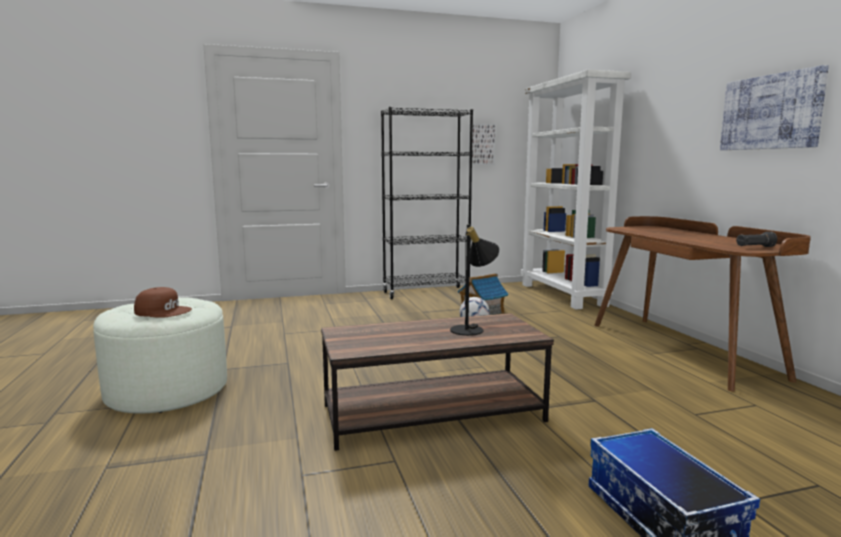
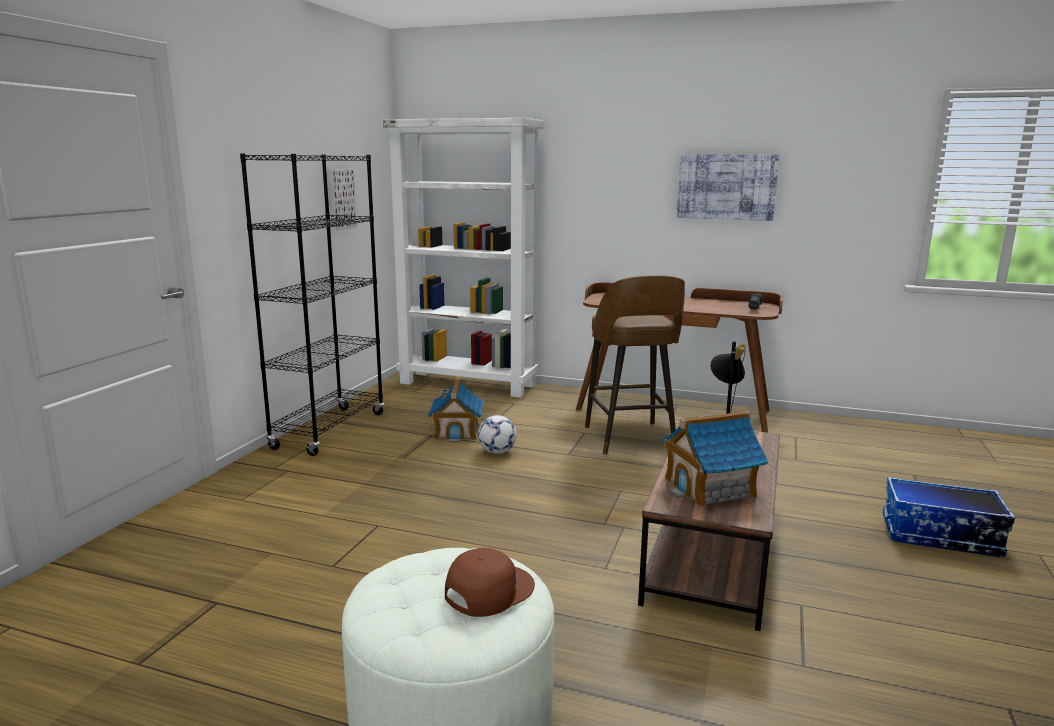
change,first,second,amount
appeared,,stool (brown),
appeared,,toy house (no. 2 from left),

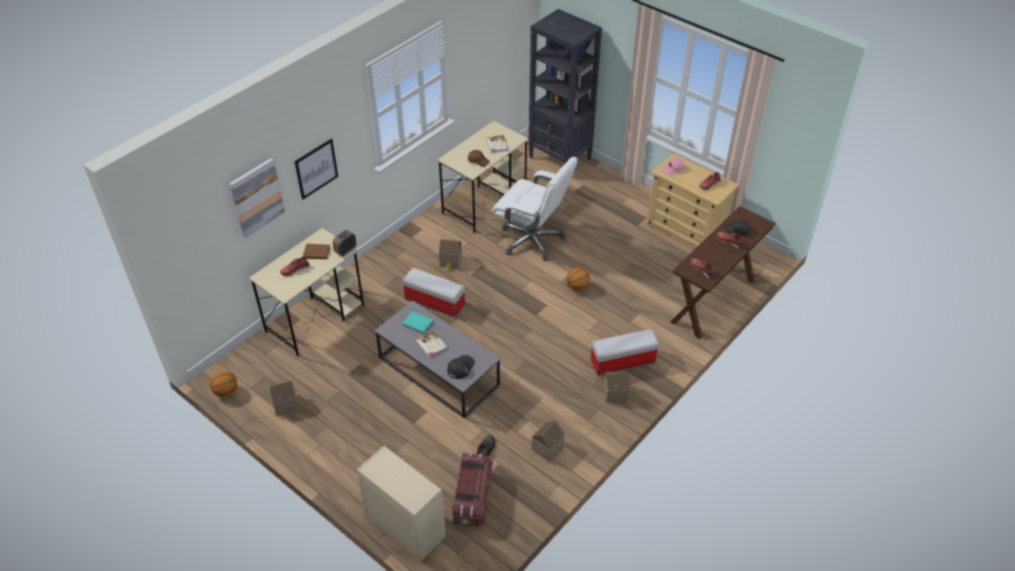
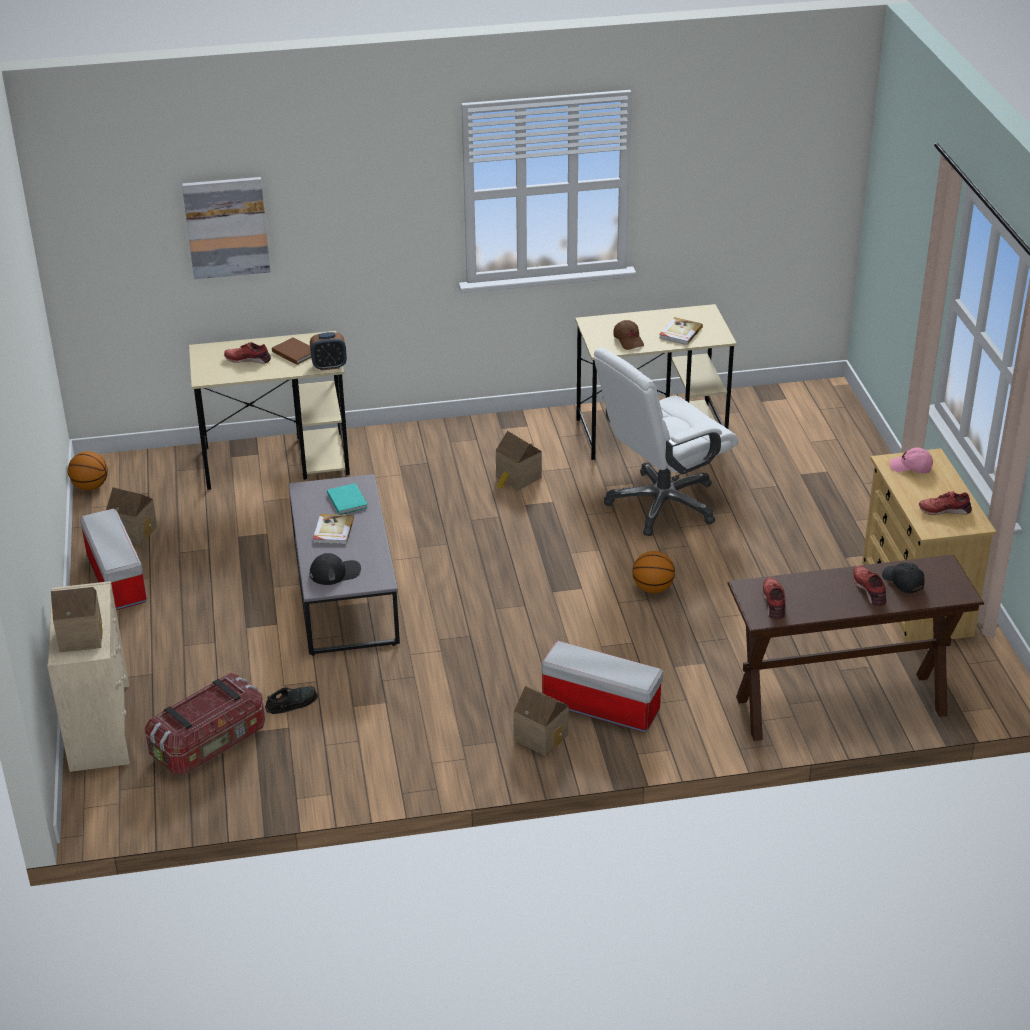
change,first,second,amount
missing,bookcase (black),,
missing,picture (no. 2 from left),,
spun,office chair (white),,75 degrees clockwise
relocated,storage box (no. 1 from left),,
relocated,toy house (no. 3 from left in the first image),toy house (no. 1 from left),

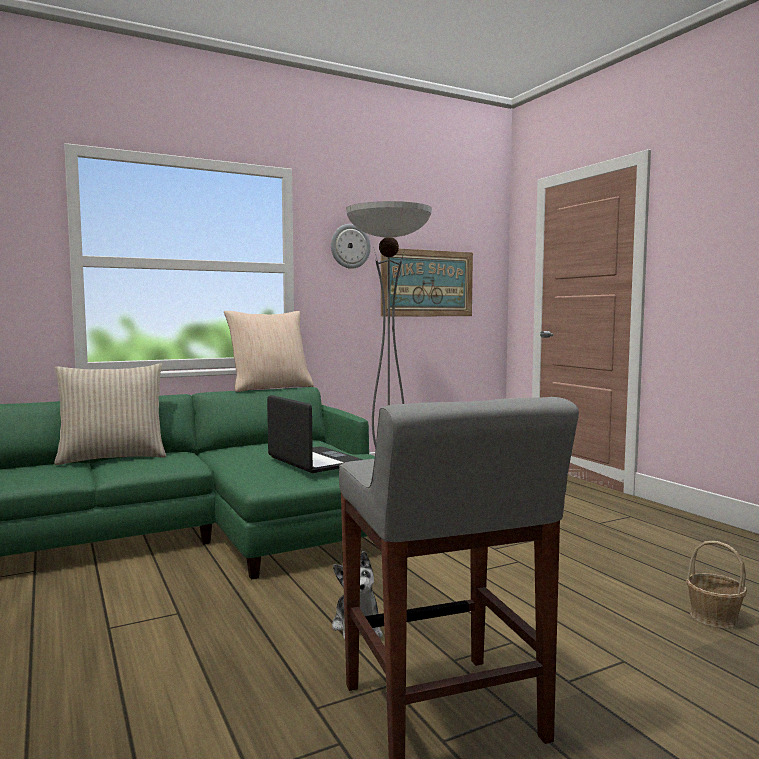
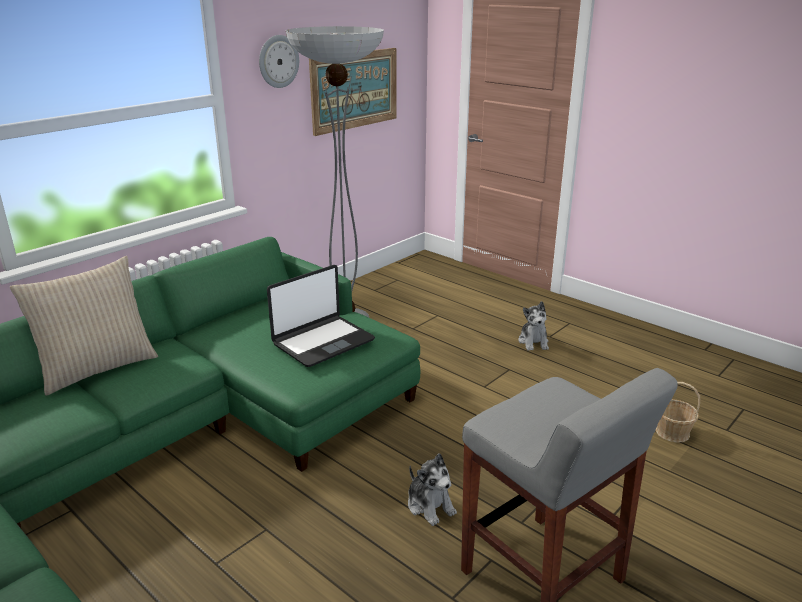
change,first,second,amount
missing,pillow (beige) (no. 2 from left),,
spun,laptop,,105 degrees clockwise
appeared,,plush toy (no. 2 from left),

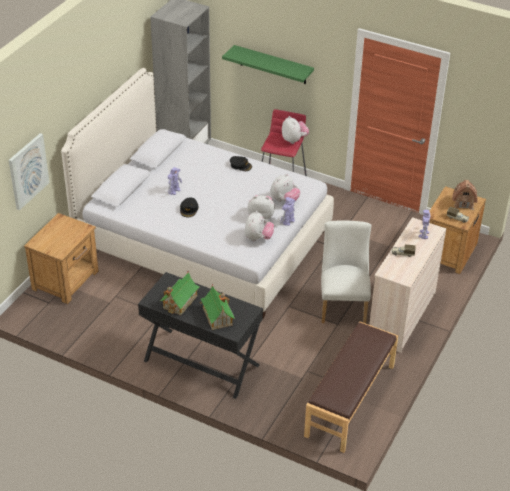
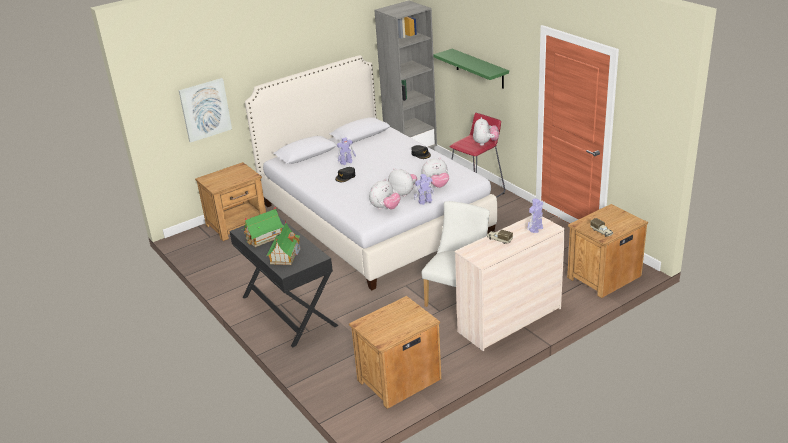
change,first,second,amount
missing,toy house (no. 3 from left),,
exchanged,bench (brown),nightstand (brown) (no. 2 from left),

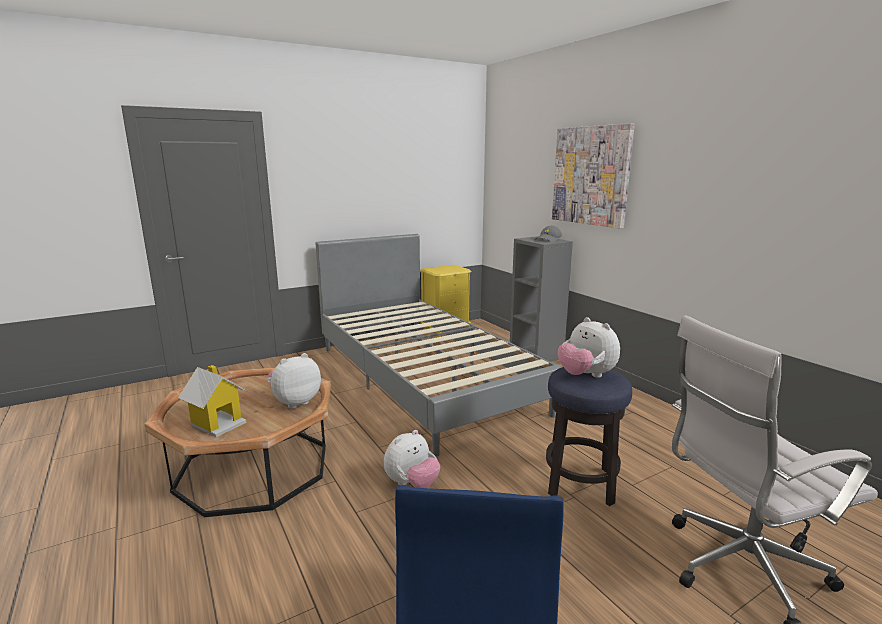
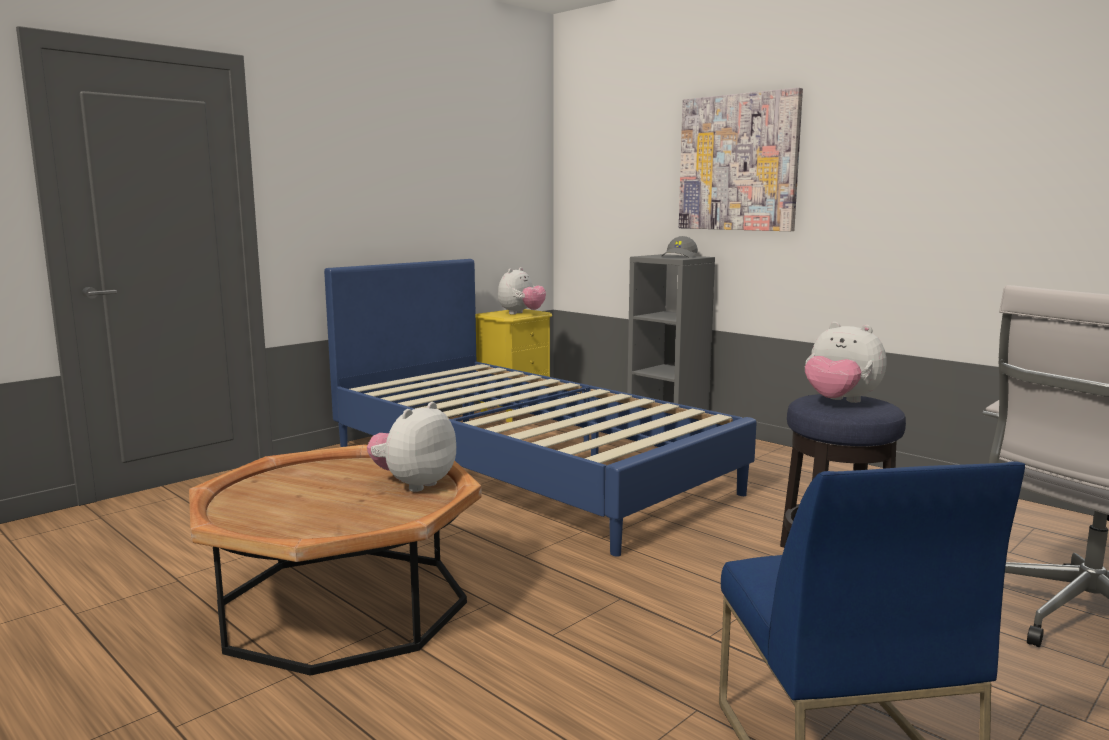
change,first,second,amount
colour,bed (grey),bed (blue),
missing,toy house,,
relocated,plush toy (no. 2 from left),,

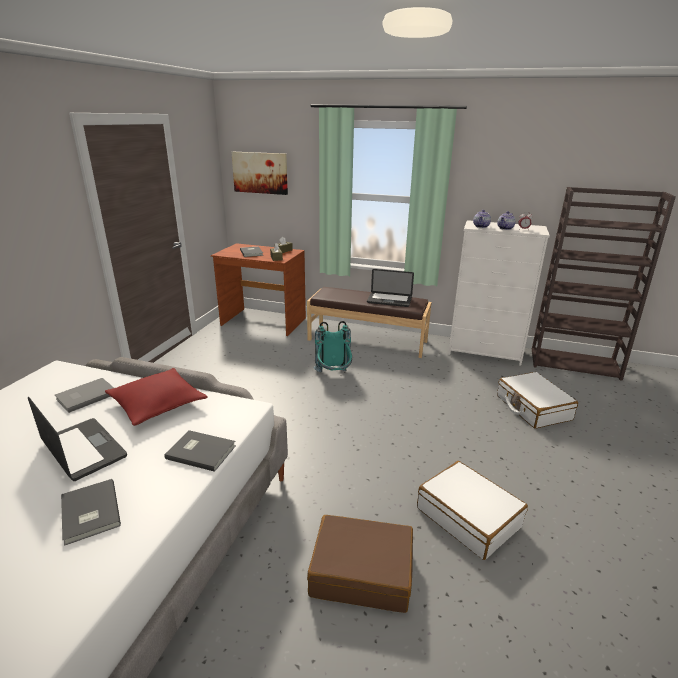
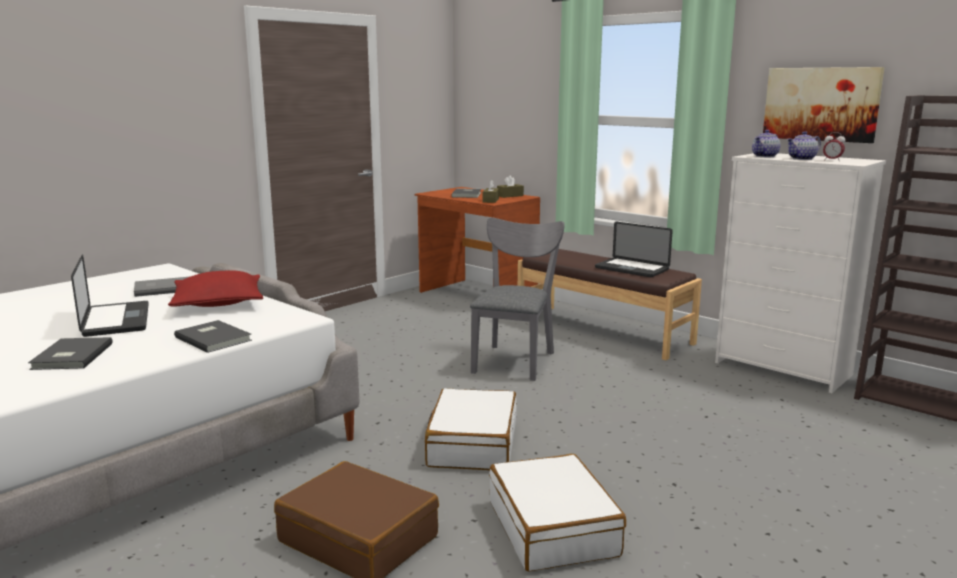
change,first,second,amount
relocated,picture,,
exchanged,backpack (turquoise),chair (grey),
relocated,suitcase (white) (no. 2 from left in the first image),suitcase (white) (no. 1 from left),

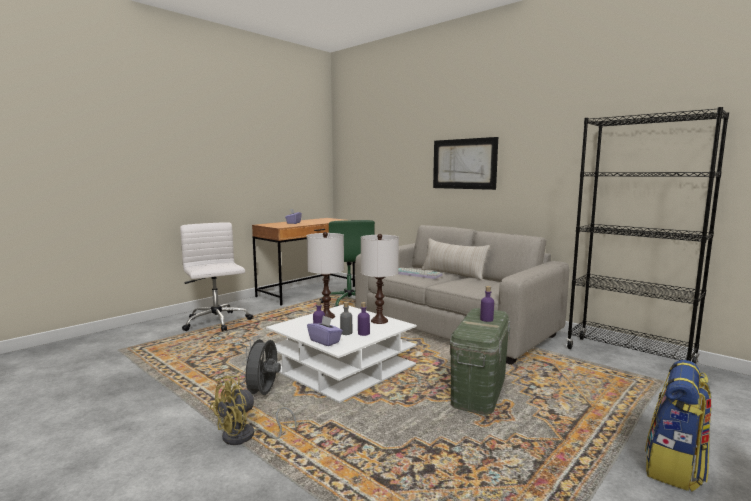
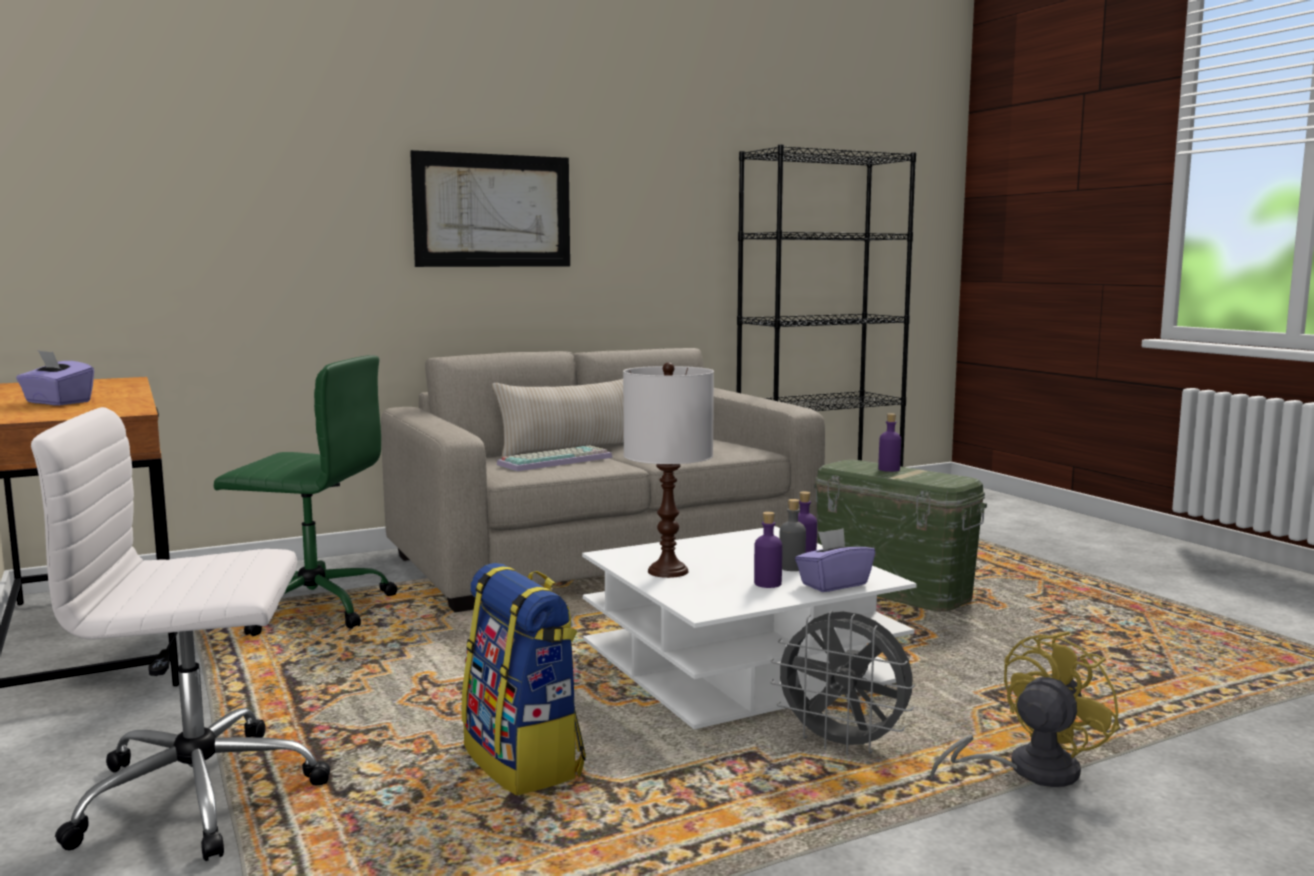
change,first,second,amount
missing,table lamp (white) (no. 2 from left),,
relocated,backpack,,
spun,fan (yellow),,105 degrees counterclockwise

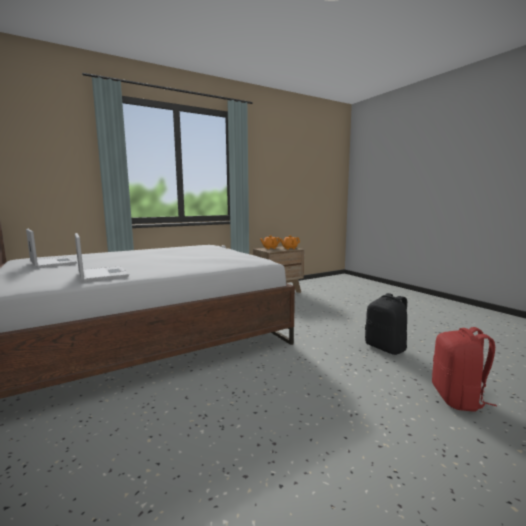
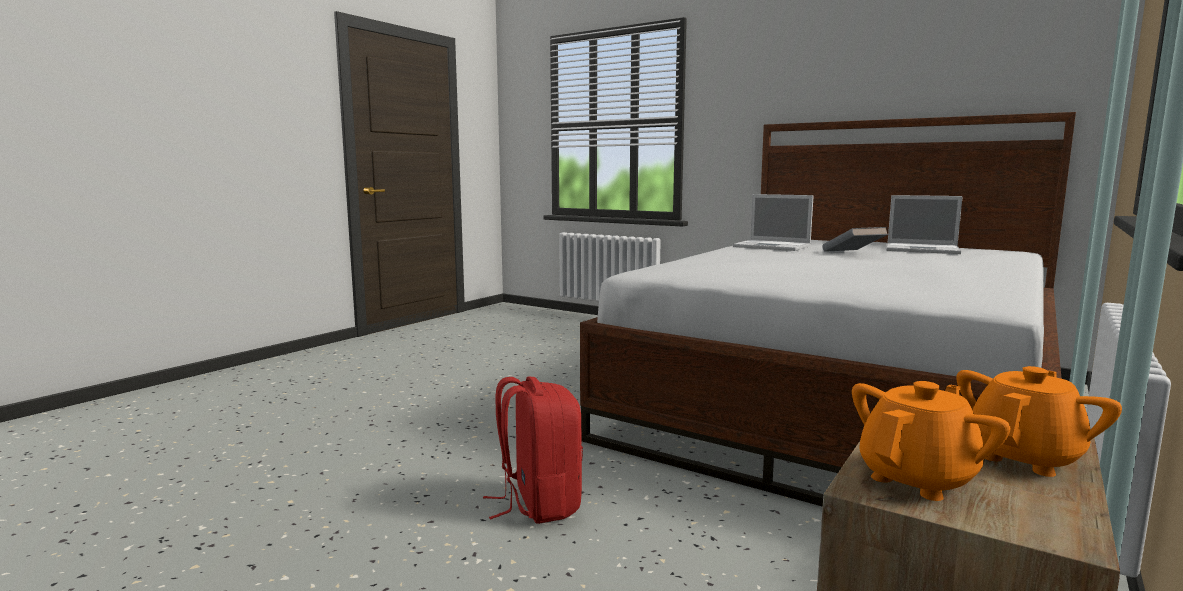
change,first,second,amount
missing,backpack (black),,
relocated,backpack (red),,
appeared,,book (grey),

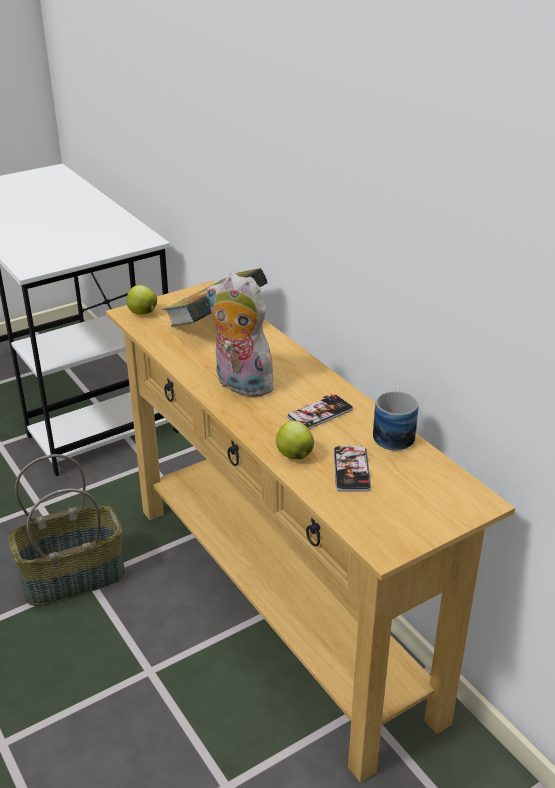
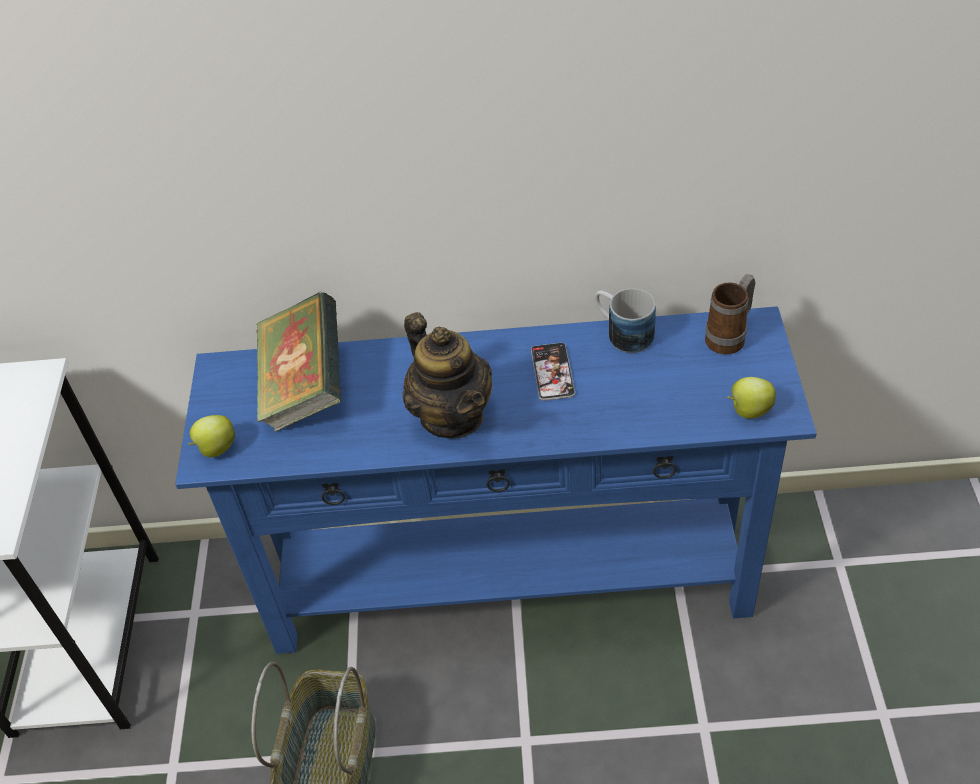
change,first,second,amount
exchanged,plush toy,teapot,
colour,console table (beige),console table (blue),
relocated,apple (no. 2 from left),,
missing,phone (no. 2 from left),,
appeared,,mug (no. 2 from left),

